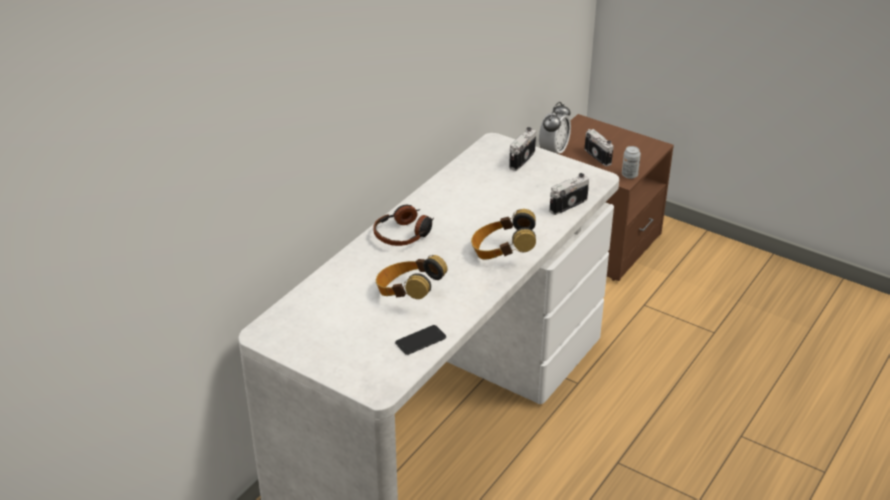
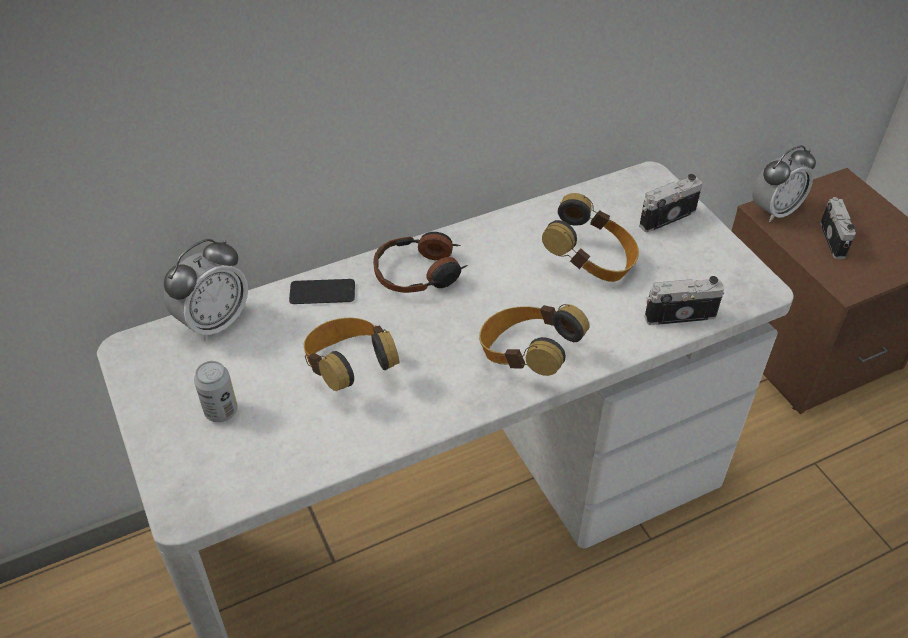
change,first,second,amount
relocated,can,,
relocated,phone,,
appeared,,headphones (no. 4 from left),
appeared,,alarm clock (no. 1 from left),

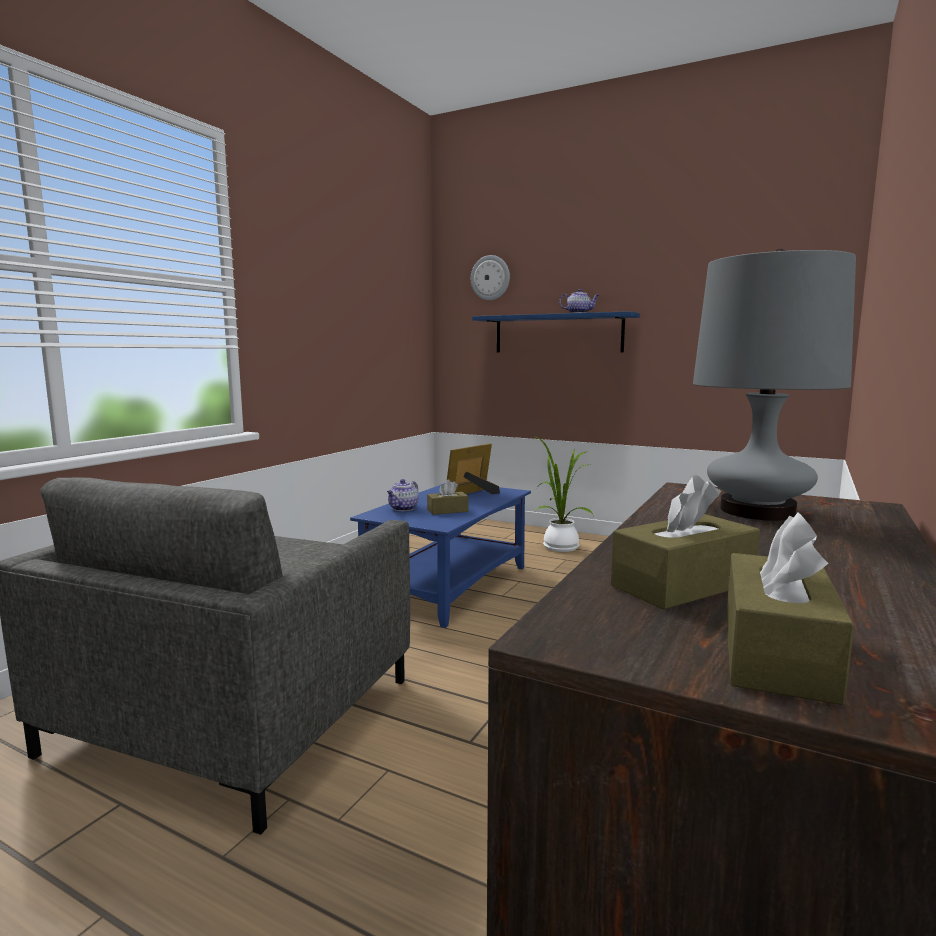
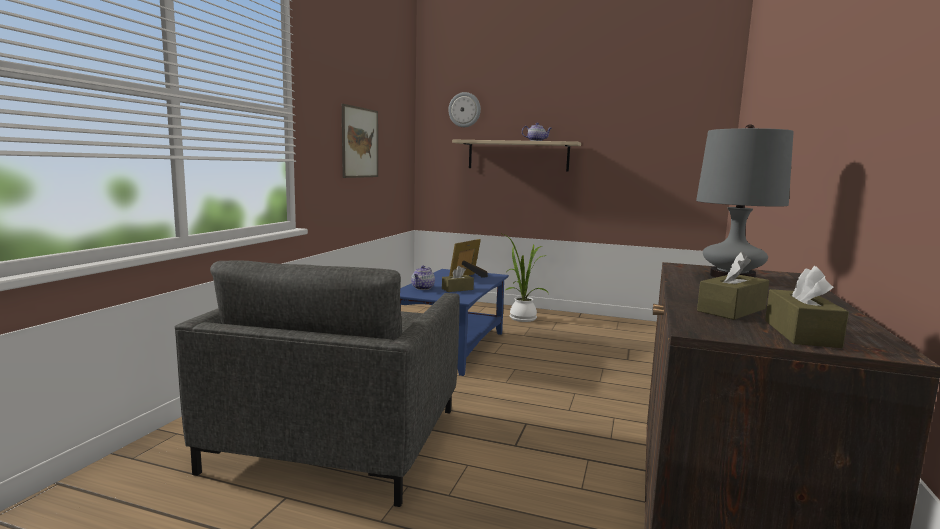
change,first,second,amount
colour,shelf (blue),shelf (beige),
appeared,,picture,

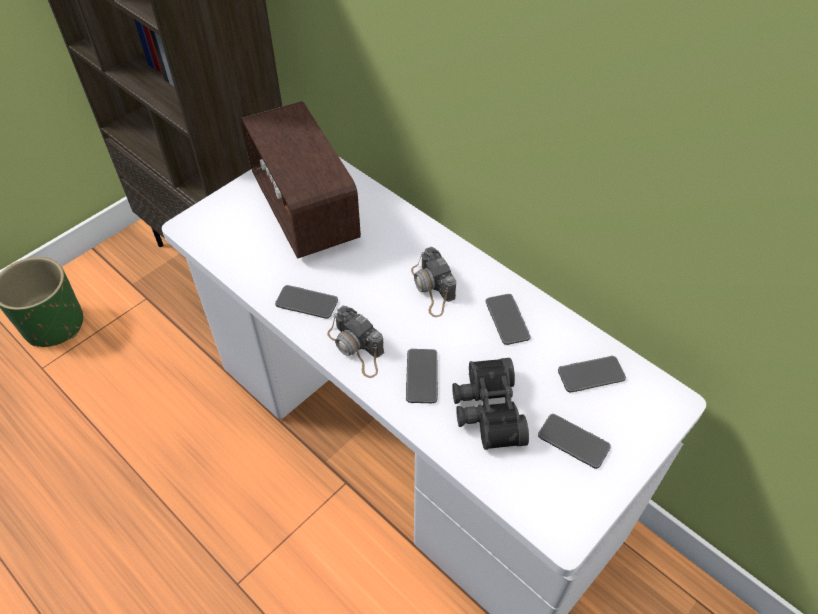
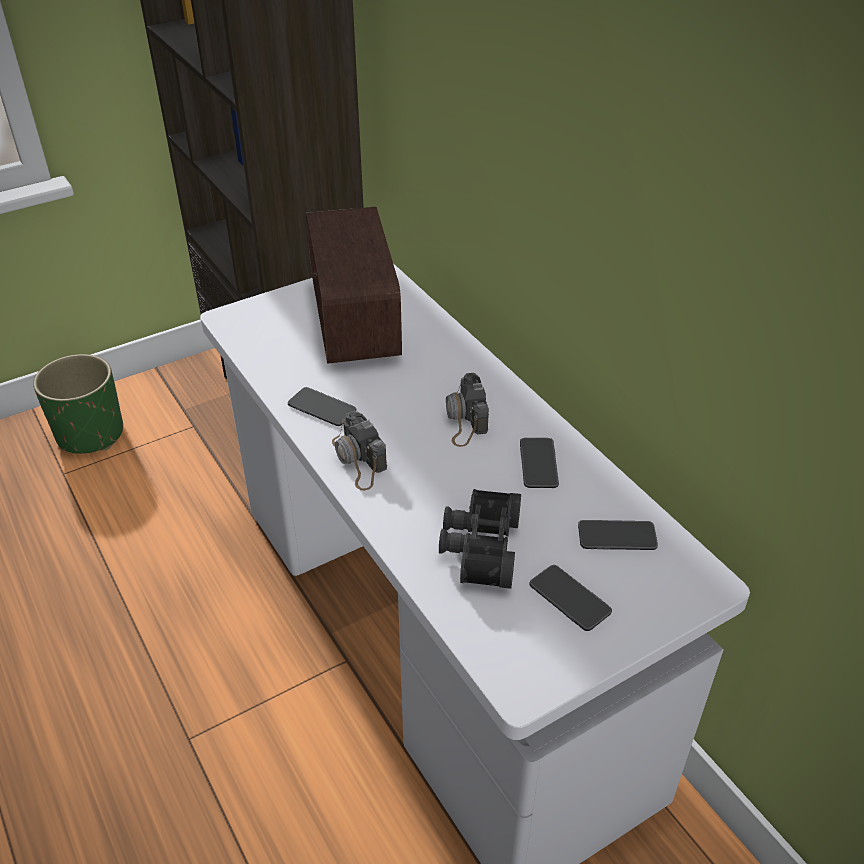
change,first,second,amount
missing,phone (no. 2 from left),,

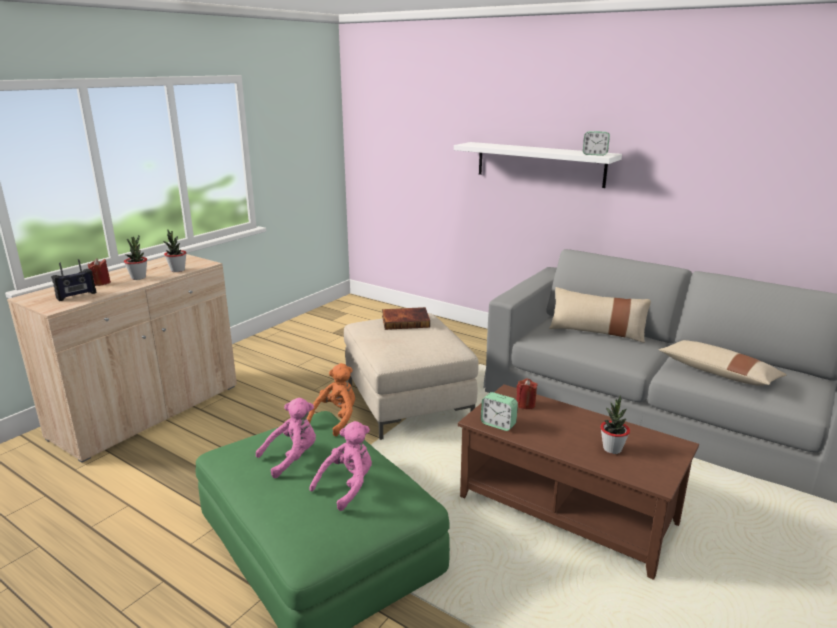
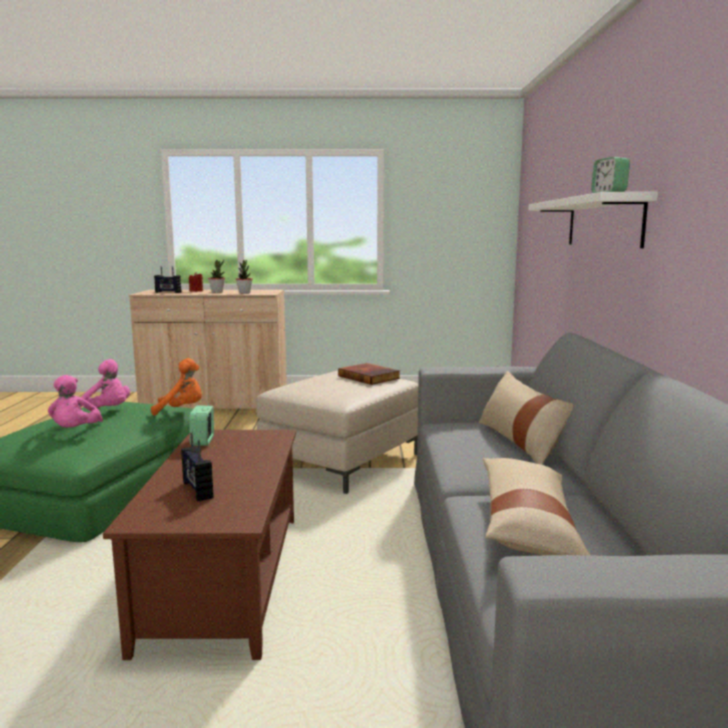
change,first,second,amount
missing,candle (red) (no. 2 from left),,
exchanged,potted plant (no. 3 from left),radio (no. 2 from left),
spun,plush toy (pink) (no. 2 from left in the first image),plush toy (pink) (no. 1 from left),75 degrees clockwise

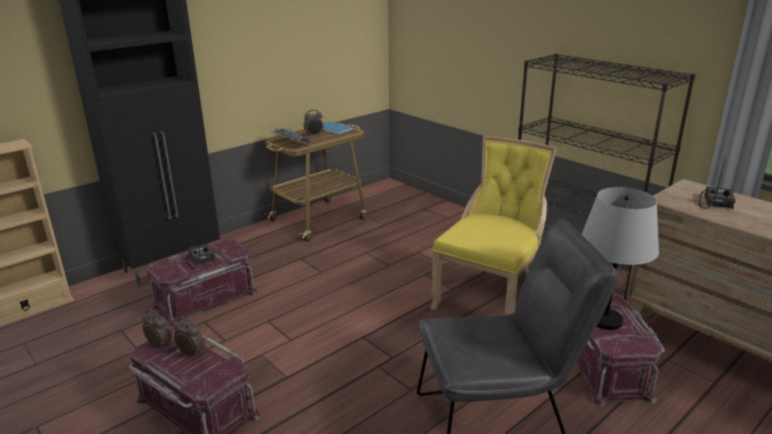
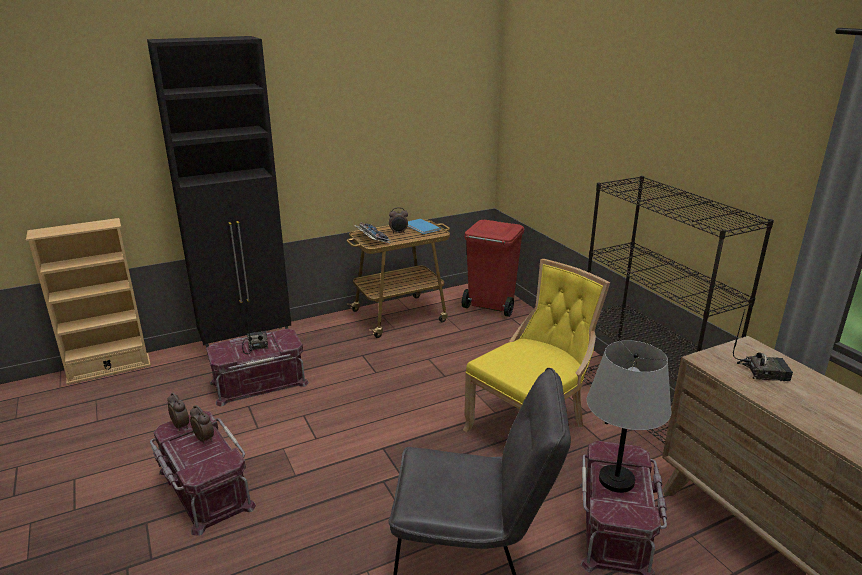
change,first,second,amount
spun,radio (no. 2 from left),,60 degrees clockwise
appeared,,trash can (red),

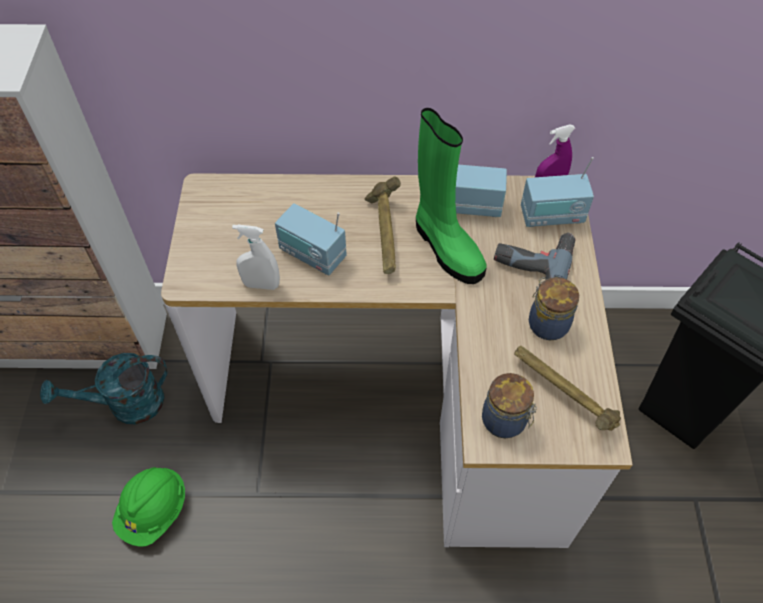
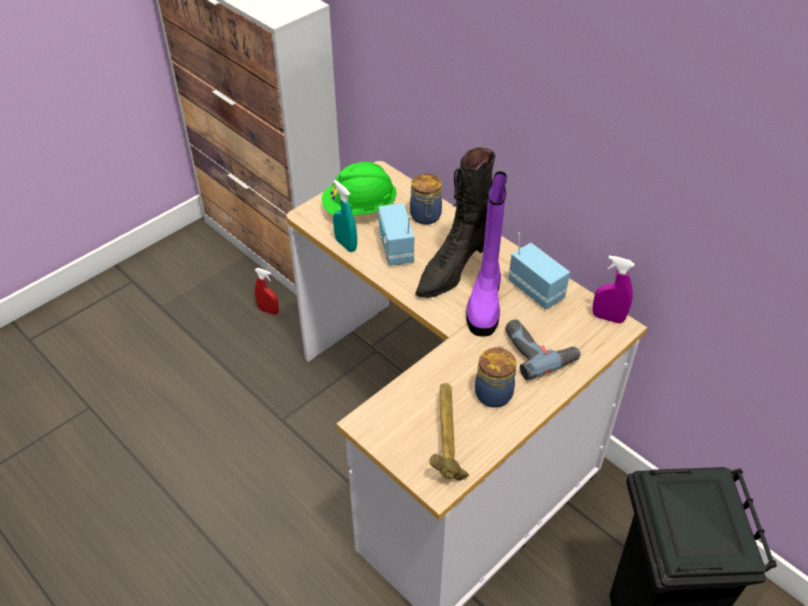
change,first,second,amount
colour,boot (green),boot (purple),
missing,radio (no. 3 from left),,
exchanged,hammer (no. 1 from left),boot (black),
colour,spray bottle (white),spray bottle (turquoise),
exchanged,watering can (turquoise),spray bottle (red),
relocated,jar (no. 1 from left),,
relocated,hard hat (green),,

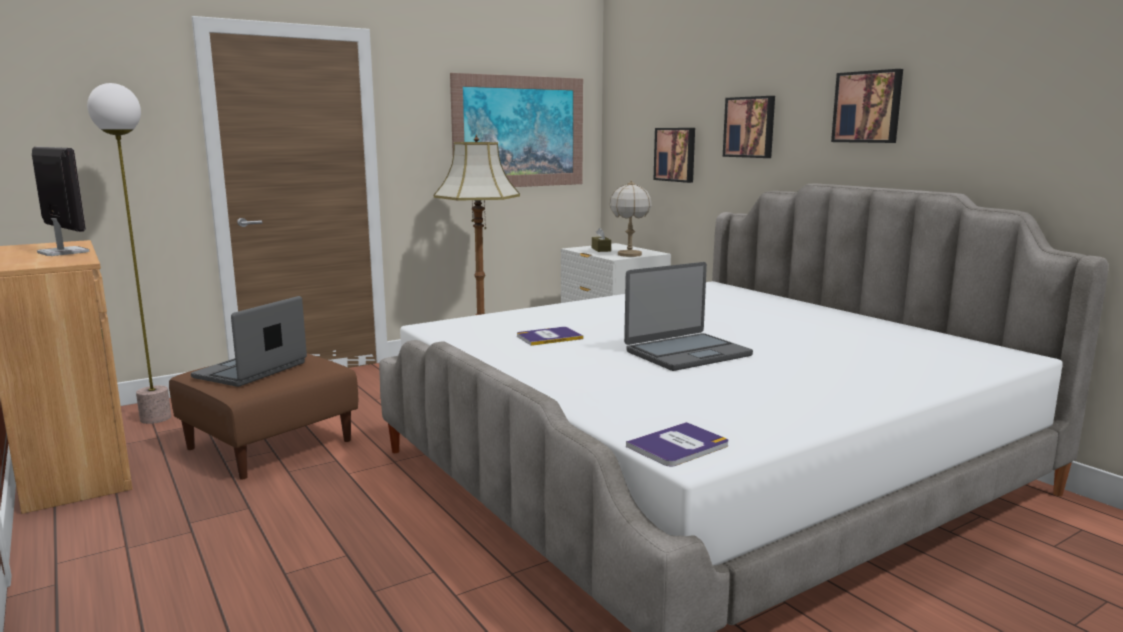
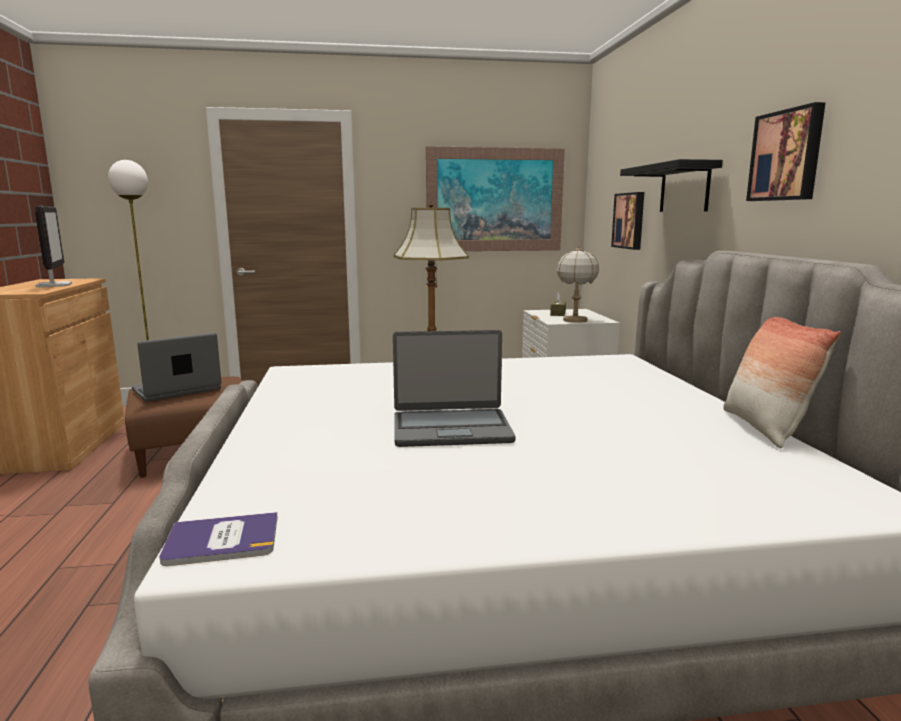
change,first,second,amount
exchanged,picture (no. 3 from left),shelf (black),
missing,book (no. 1 from left),,
appeared,,pillow,

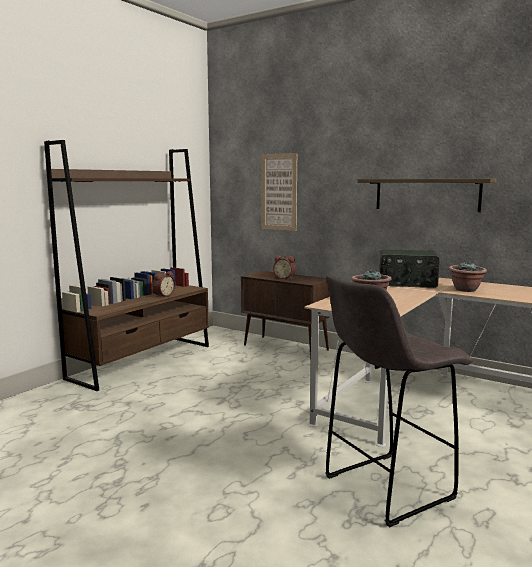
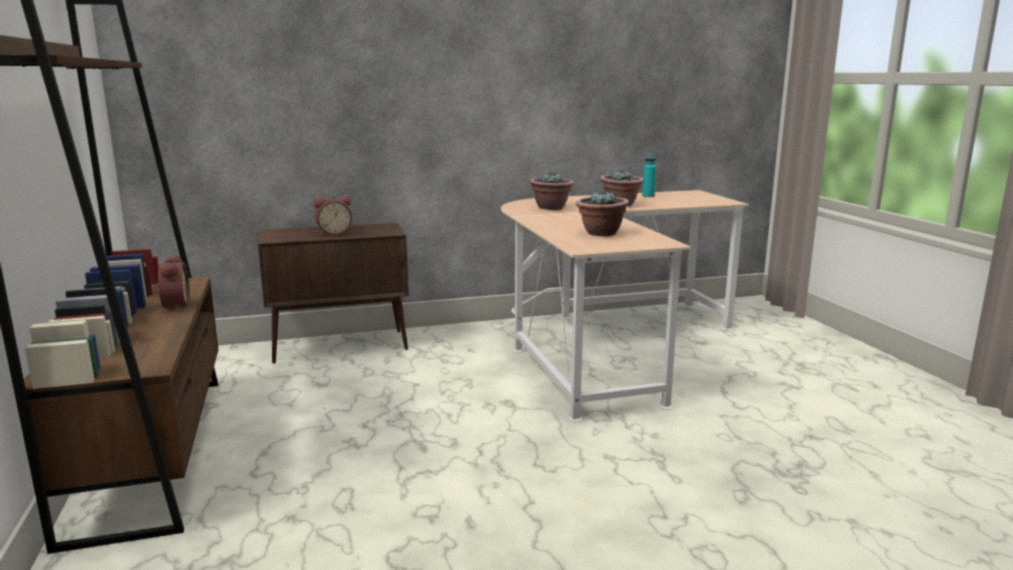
change,first,second,amount
missing,picture,,
missing,shelf,,
exchanged,radio,potted plant (no. 1 from left),
missing,stool (grey),,
appeared,,bottle (turquoise),

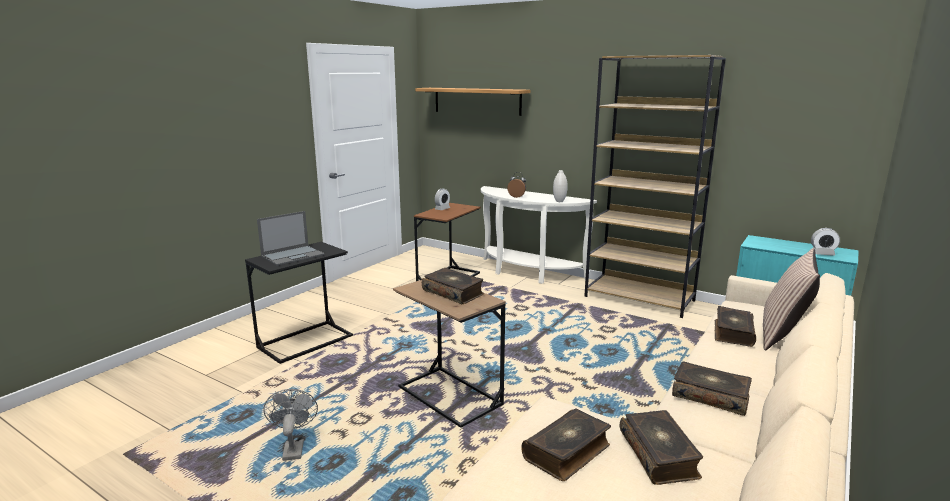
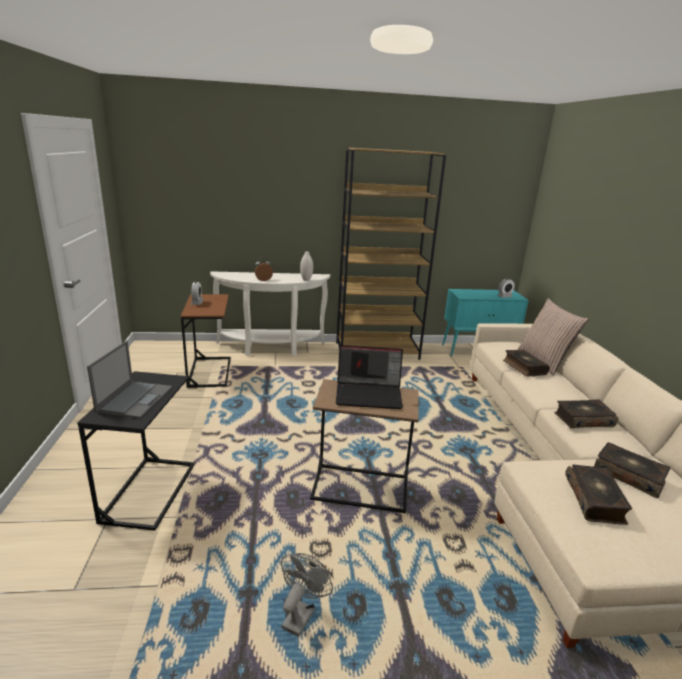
change,first,second,amount
missing,shelf,,
exchanged,book (no. 1 from left),laptop (no. 2 from left),
spun,fan (grey),,75 degrees clockwise

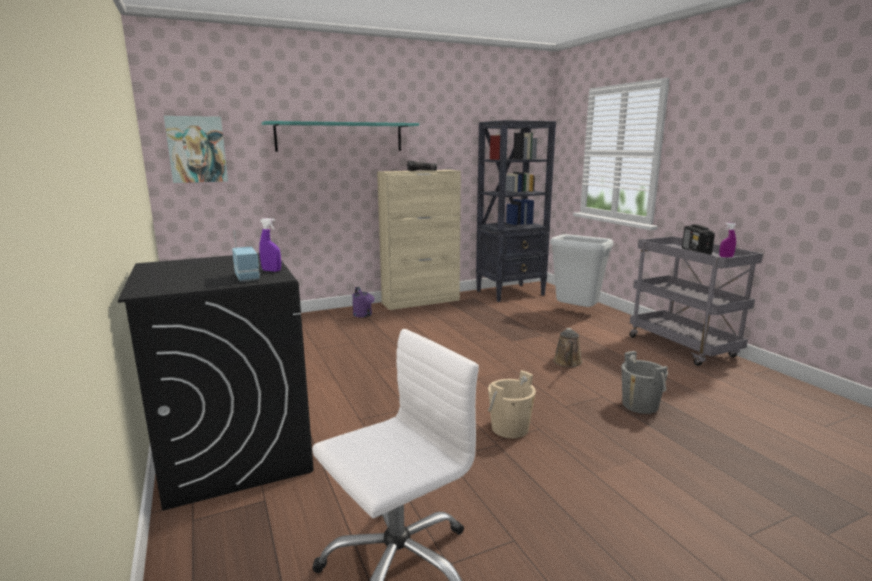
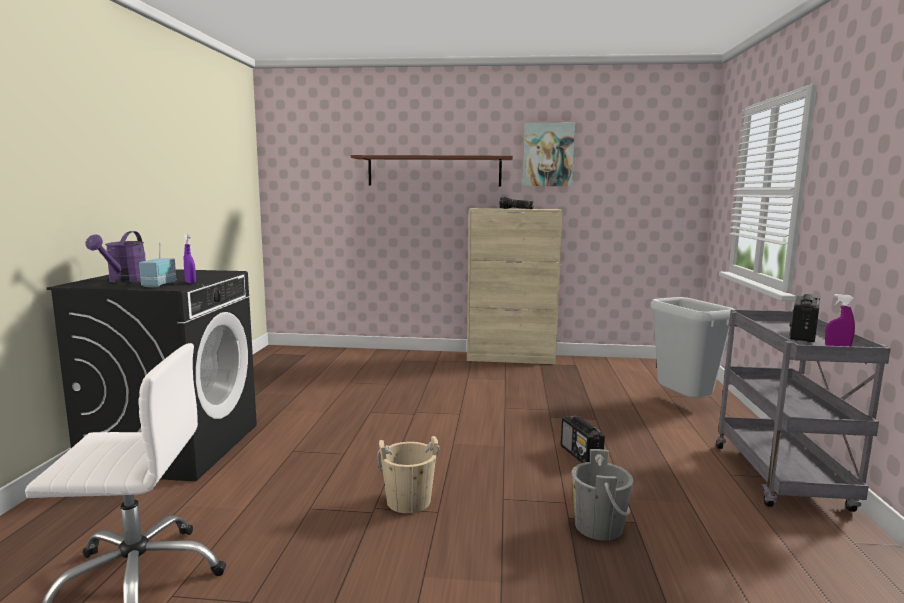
change,first,second,amount
relocated,picture,,
missing,bookcase (black),,
colour,shelf (turquoise),shelf (brown),
relocated,watering can (purple),,
exchanged,watering can (brown),radio (no. 2 from left),

